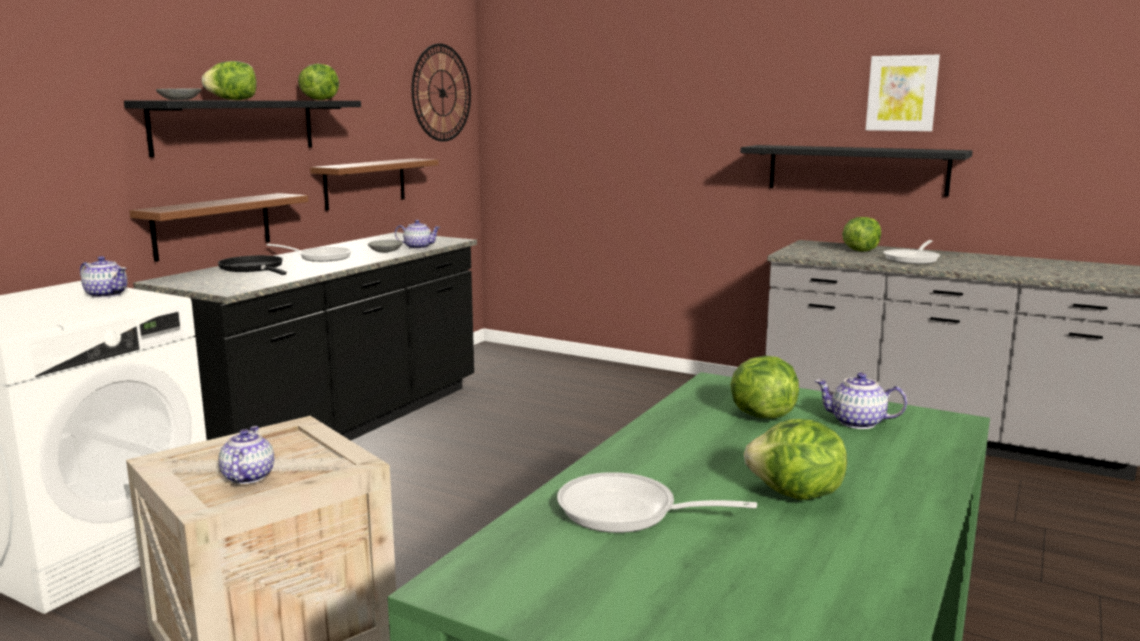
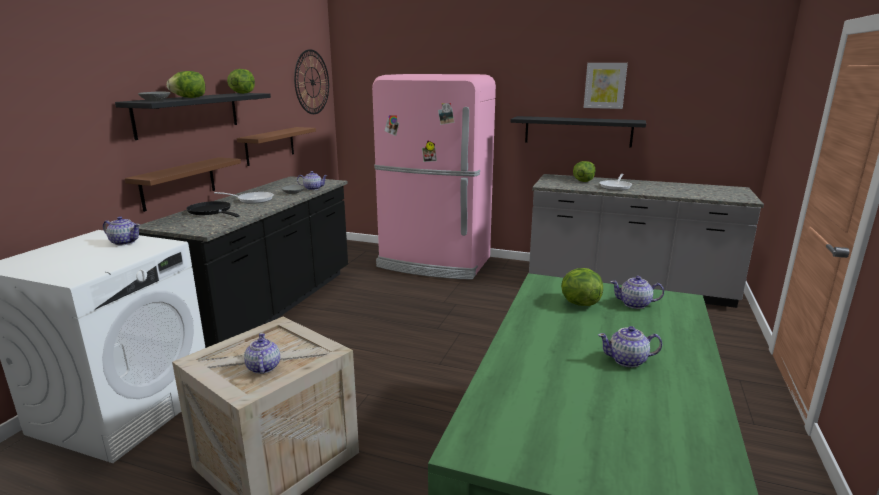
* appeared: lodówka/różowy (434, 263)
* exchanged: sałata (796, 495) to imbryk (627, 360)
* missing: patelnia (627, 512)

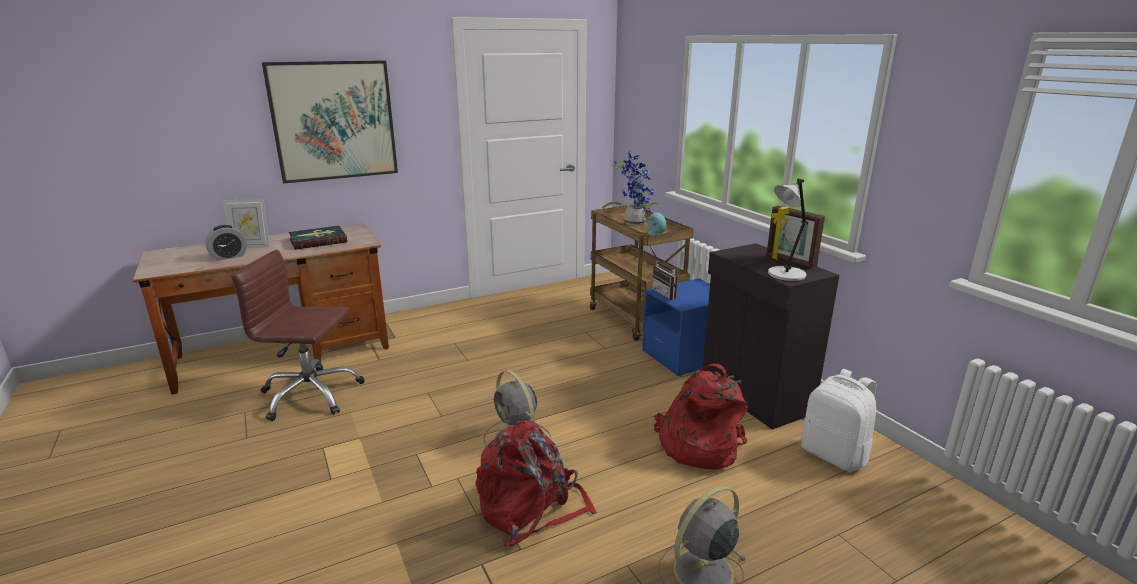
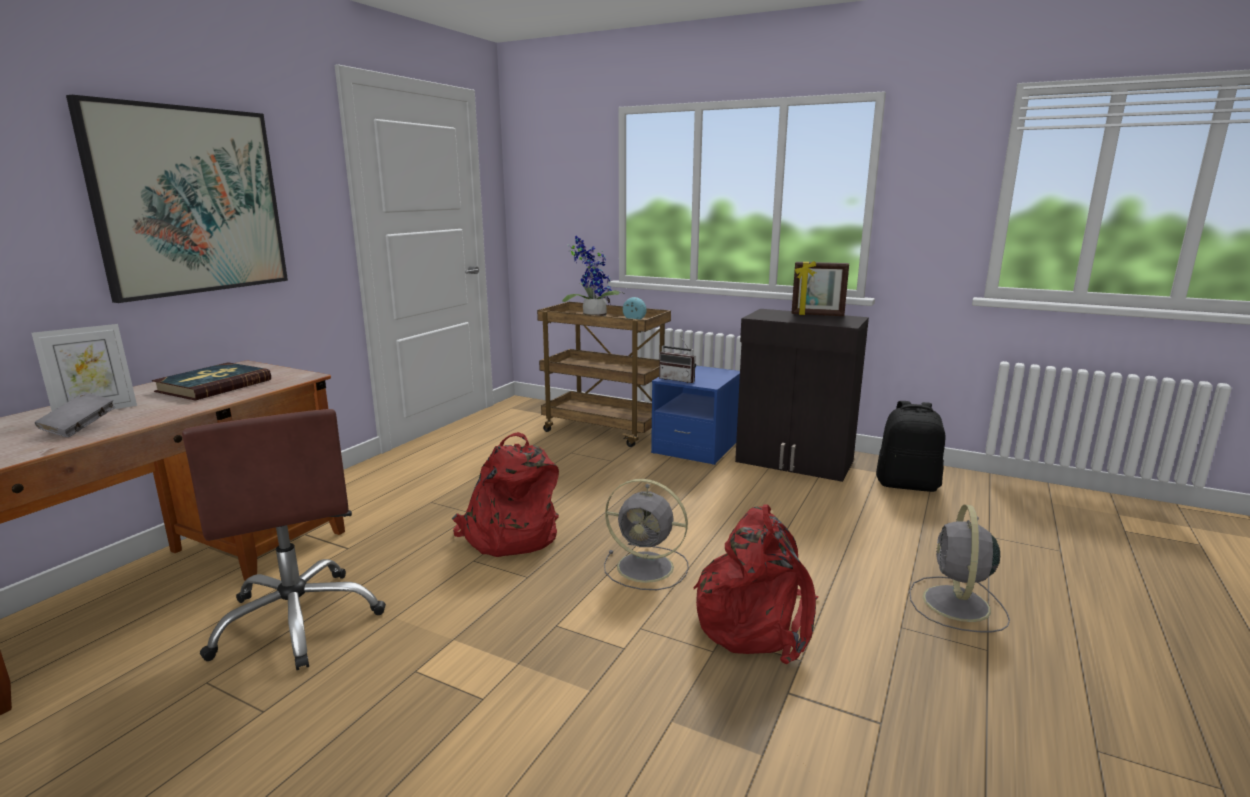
* exchanged: budzik (229, 257) to książka/szary (79, 428)
* spun: krzesło biurowe/brązowy (310, 395) = (298, 620) 90 degrees counterclockwise
* relocated: plecak/czerwony (697, 445) to (509, 536)
* colour: plecak/biały (834, 455) to plecak/czarny (907, 484)
* missing: lampa stołowa/szary (785, 275)

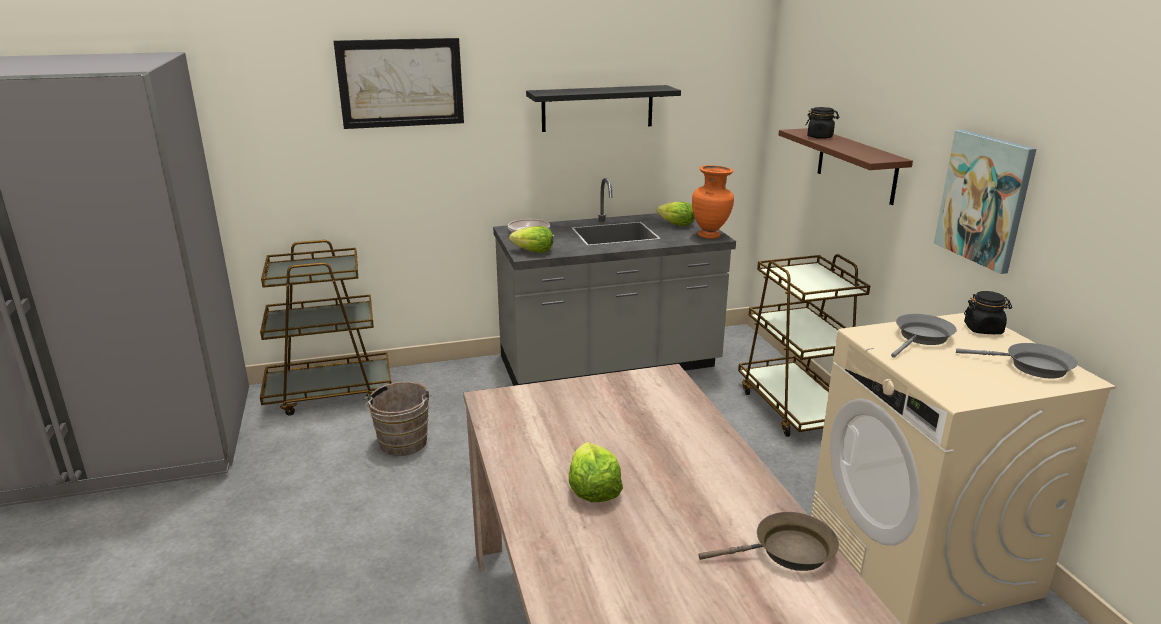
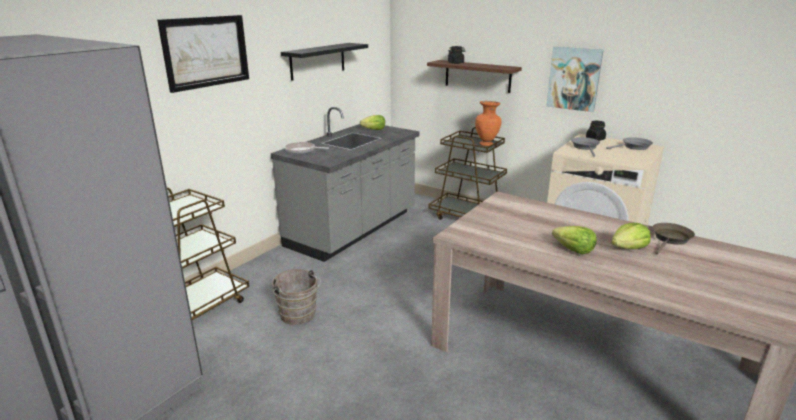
* relocated: wazon/pomarańczowy (710, 236) to (486, 144)
* relocated: sałata (533, 251) to (628, 248)

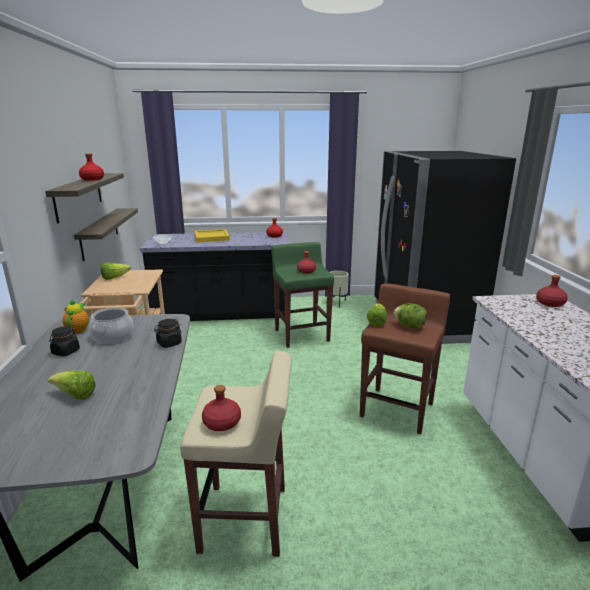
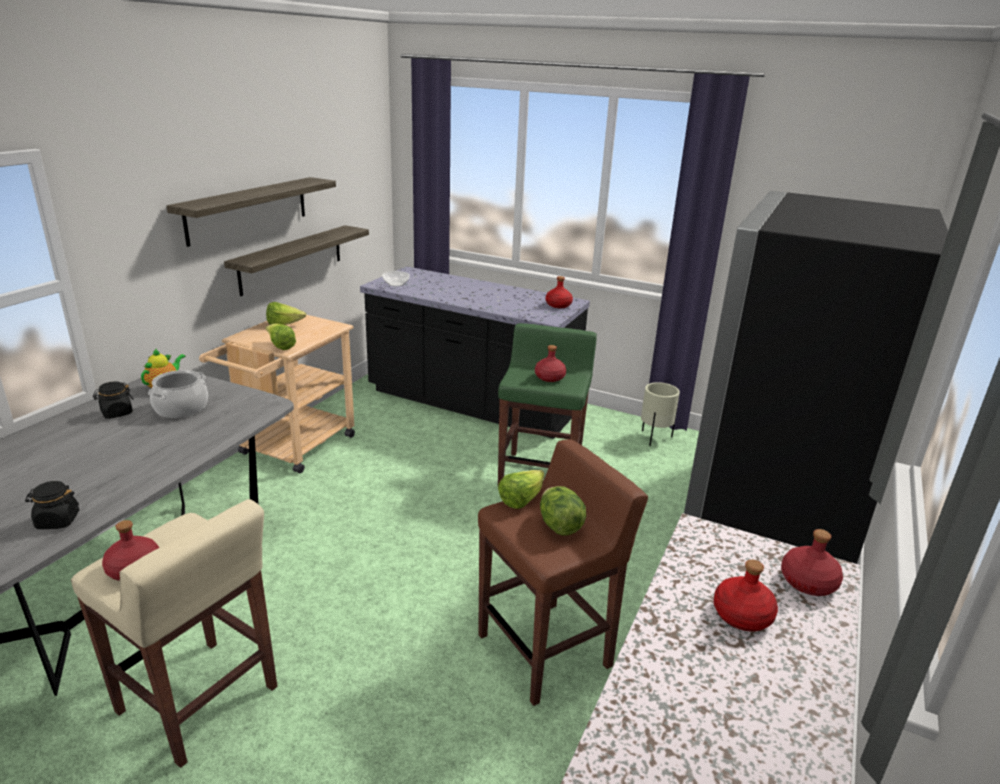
* relocated: słoik/czarny (169, 343) to (57, 521)
* relocated: sałata (75, 395) to (280, 346)
* relocated: butelka/czerwony (92, 179) to (741, 615)
* missing: taca/żółty (212, 237)

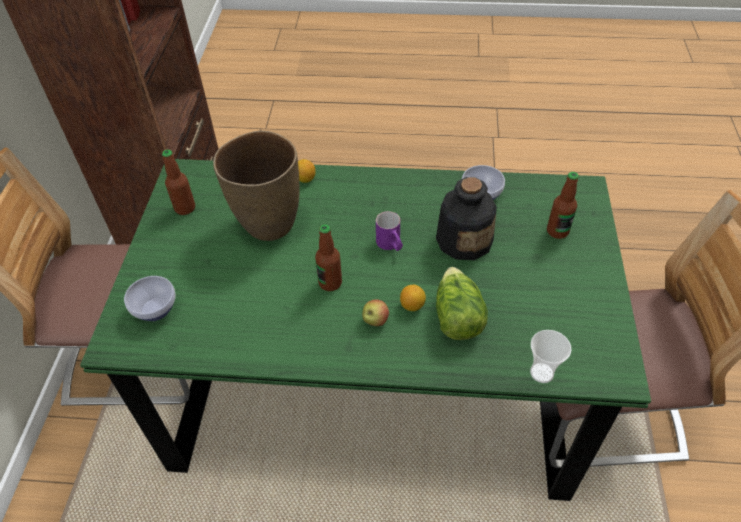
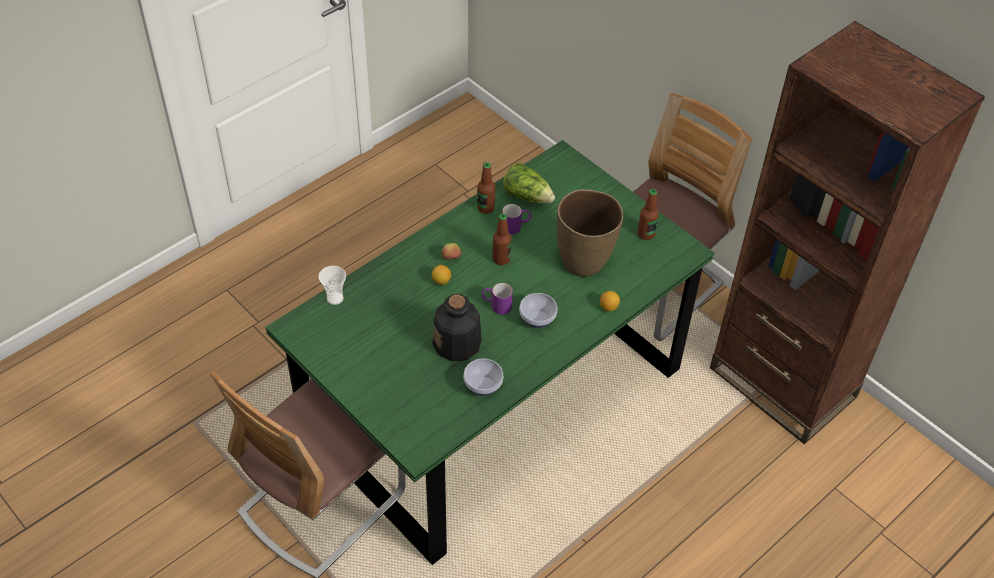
* relocated: butelka (557, 231) to (485, 208)
* appeared: kubek/fioletowy (516, 226)
* relocated: sałata (456, 316) to (527, 196)
* relocated: miska (156, 310) to (536, 319)

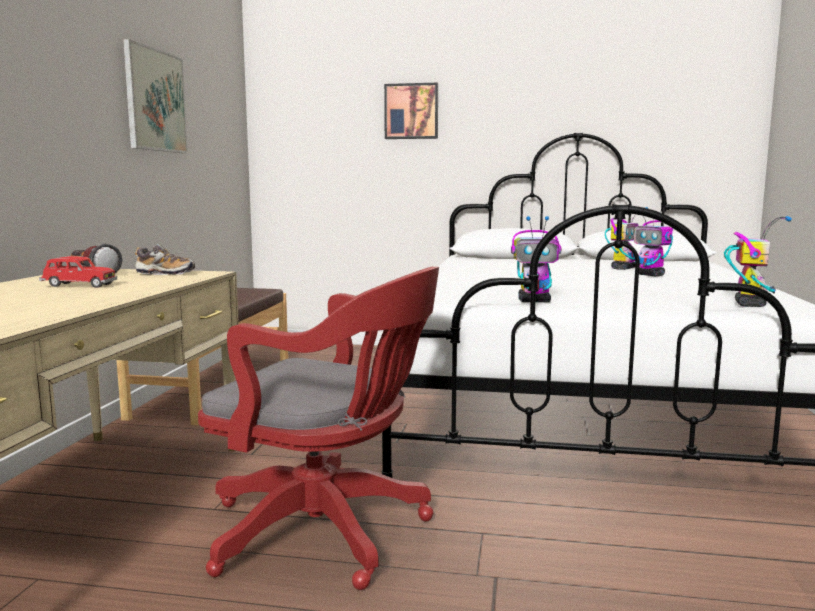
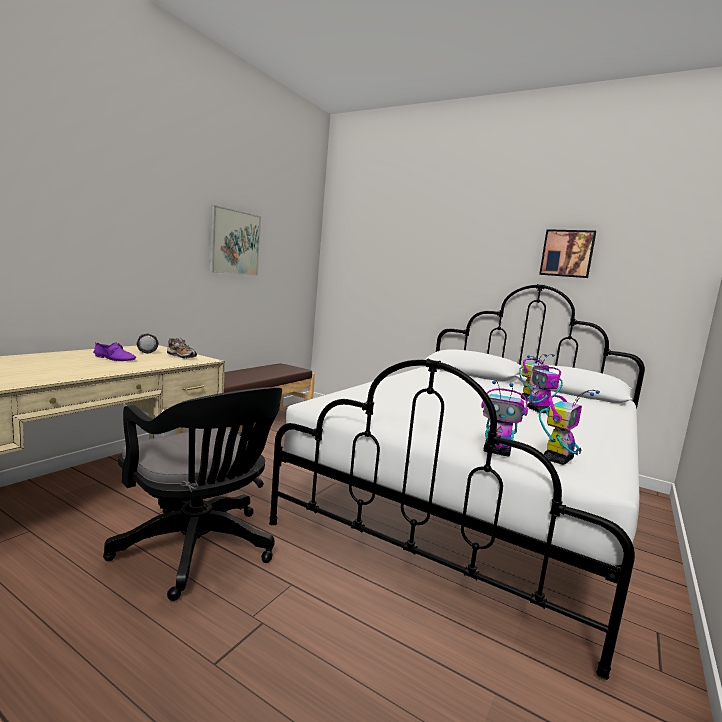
* exchanged: samochodzik/czerwony (79, 286) to but/fioletowy (115, 358)
* colour: krzesło biurowe/czerwony (328, 532) to krzesło biurowe/czarny (200, 551)
* relocated: robot zabawkowy (535, 301) to (497, 452)
* relocated: obraz (411, 111) to (567, 253)

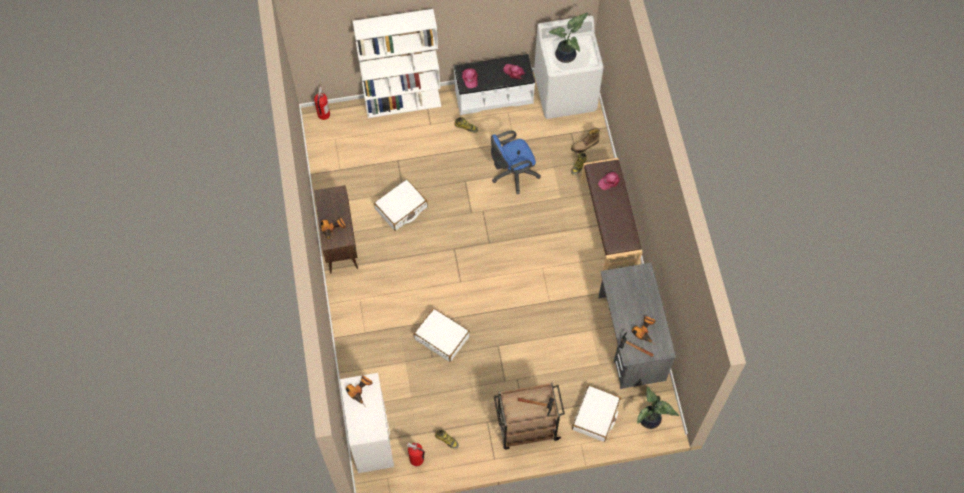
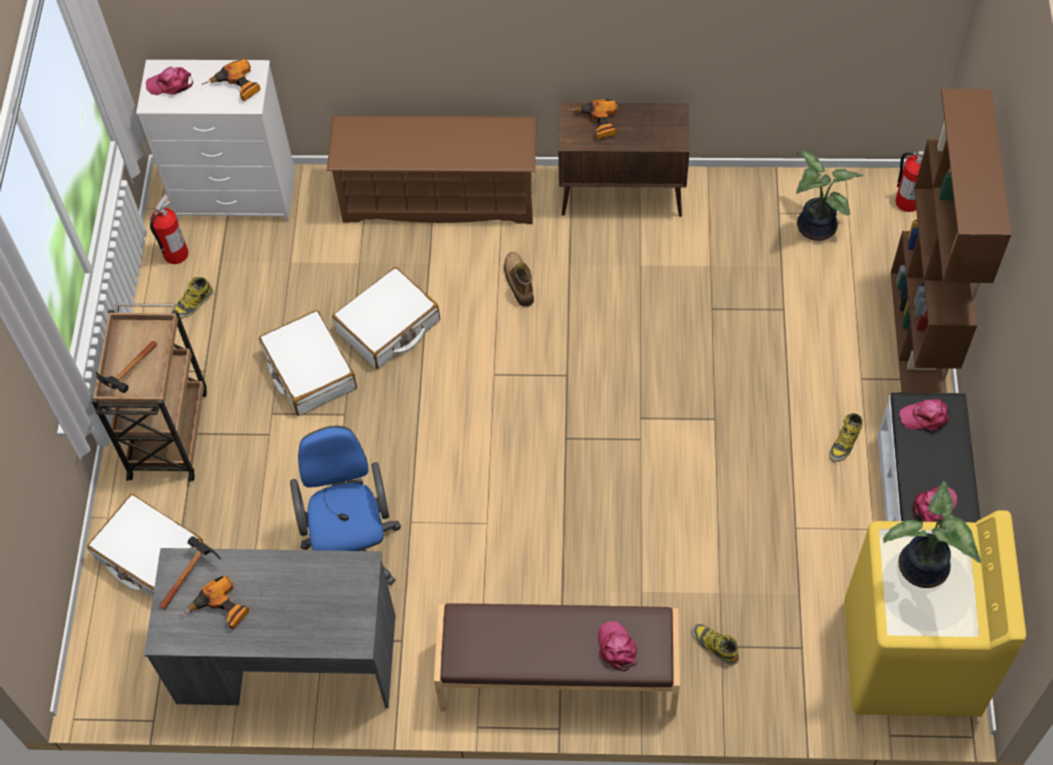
* appeared: czapka z daszkiem/różowy (170, 84)
* relocated: walizka/biały (401, 208) to (309, 371)
* relocated: krzesło biurowe/niebieski (512, 174) to (353, 545)
* appeared: regał na buty/brązowy (439, 198)
* relocated: but z cholewką (585, 145) to (518, 282)
* relocated: roślina doniczkowa (650, 420) to (813, 227)
* colour: pralka/biały (565, 93) to pralka/żółty (910, 659)
* colour: regał/biały (403, 103) to regał/brązowy (919, 338)

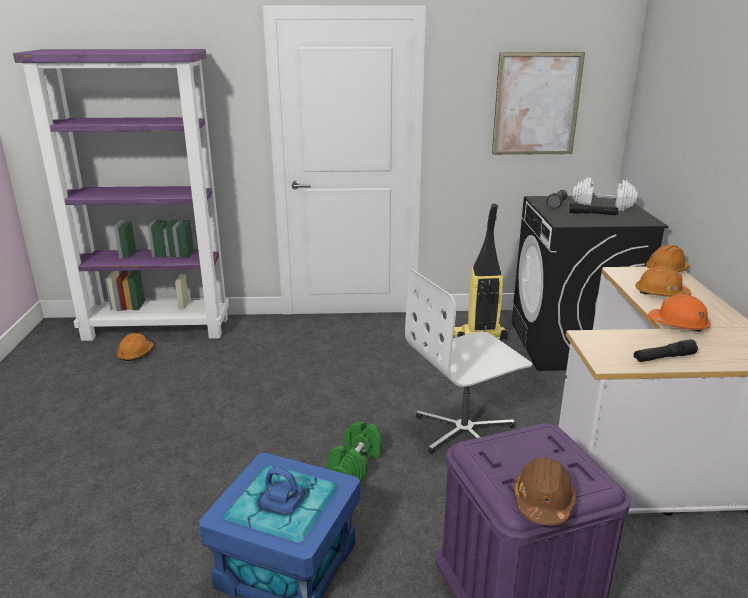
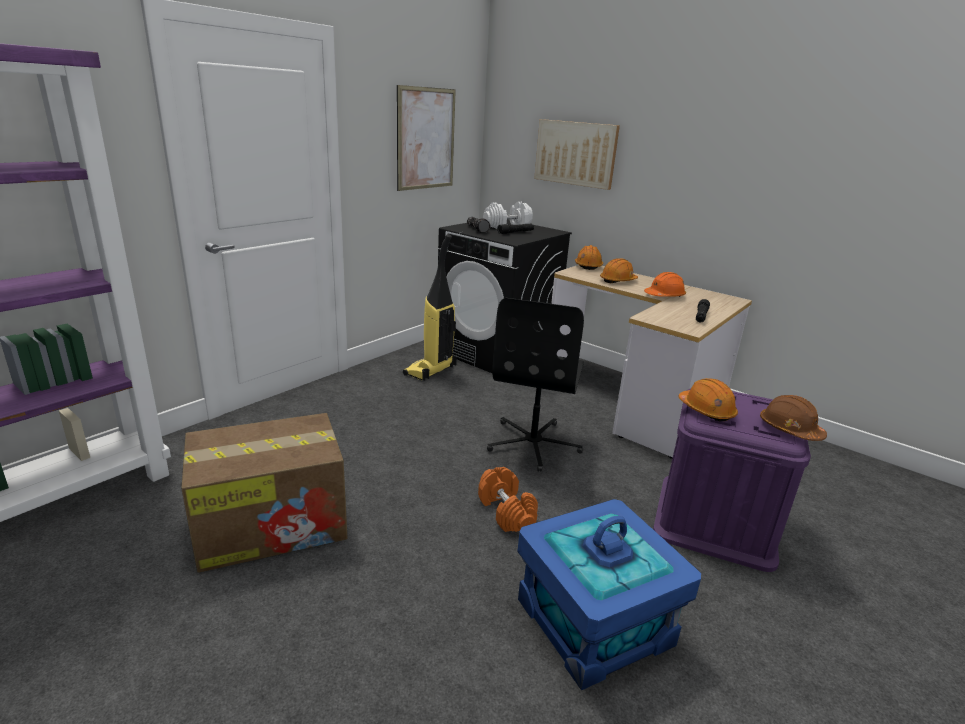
* appeared: karton (274, 524)
* colour: hantel/zielony (356, 464) to hantel/pomarańczowy (506, 512)
* colour: krzesło biurowe/biały (464, 431) to krzesło biurowe/czarny (533, 443)
* appeared: obraz (575, 153)
* relocated: kask/pomarańczowy (135, 354) to (706, 410)

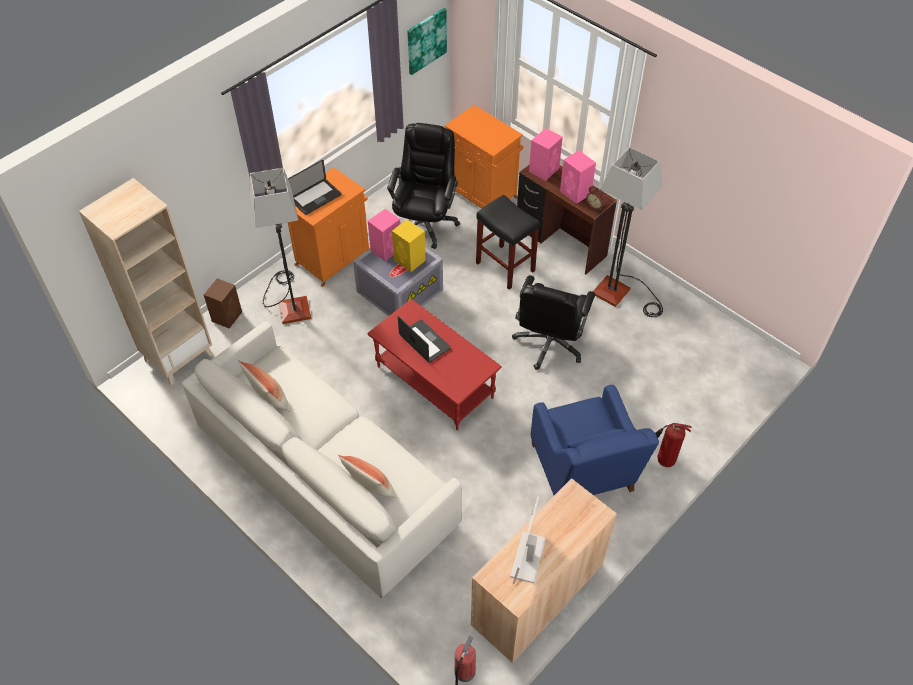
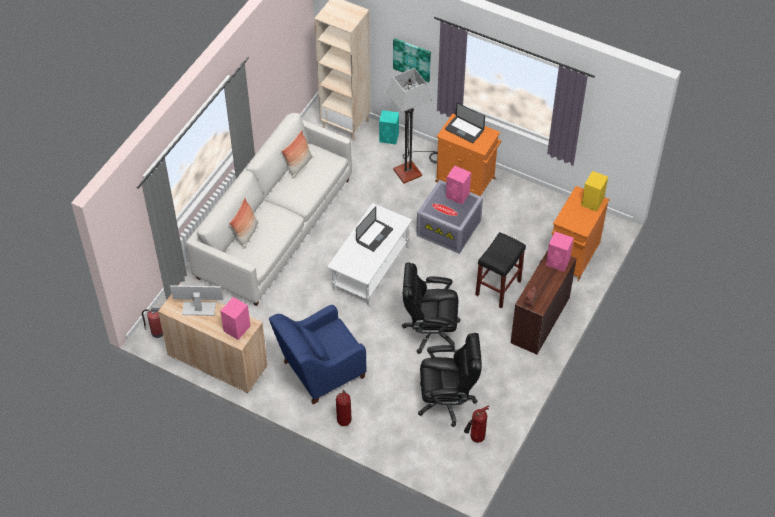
* relocated: głośnik/różowy (576, 193) to (236, 329)
* colour: ława/czerwony (433, 382) to ława/biały (370, 267)
* colour: głośnik/brązowy (227, 316) to głośnik/turkusowy (389, 137)
* relocated: obraz (426, 40) to (412, 59)
* relocated: krzesło biurowe/czarny (425, 223) to (447, 400)
* appeared: gaśnica (476, 439)
* relocated: głośnik/żółty (410, 260) to (592, 202)
* missing: lampa stojąca (621, 294)

